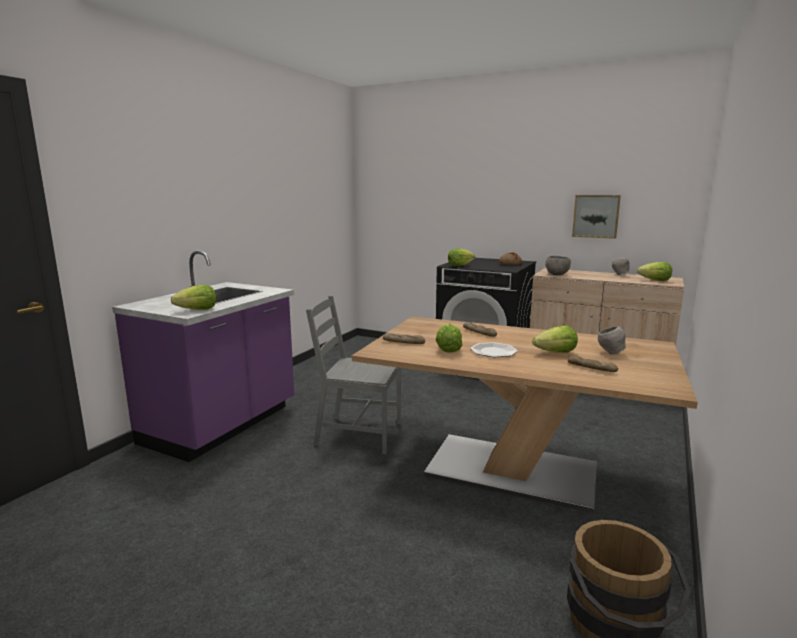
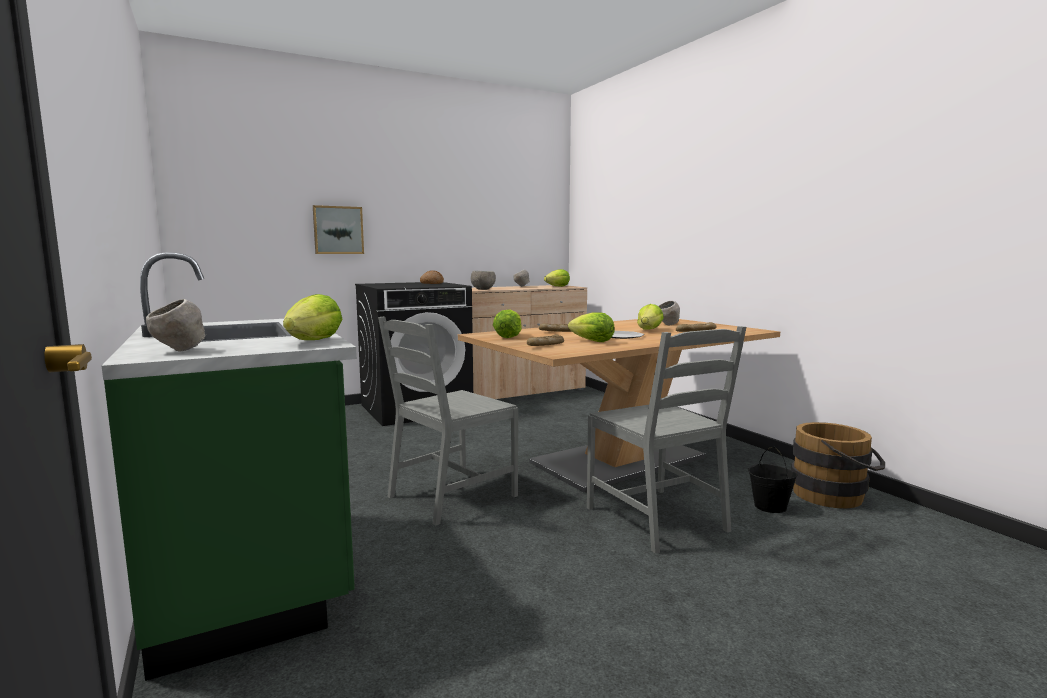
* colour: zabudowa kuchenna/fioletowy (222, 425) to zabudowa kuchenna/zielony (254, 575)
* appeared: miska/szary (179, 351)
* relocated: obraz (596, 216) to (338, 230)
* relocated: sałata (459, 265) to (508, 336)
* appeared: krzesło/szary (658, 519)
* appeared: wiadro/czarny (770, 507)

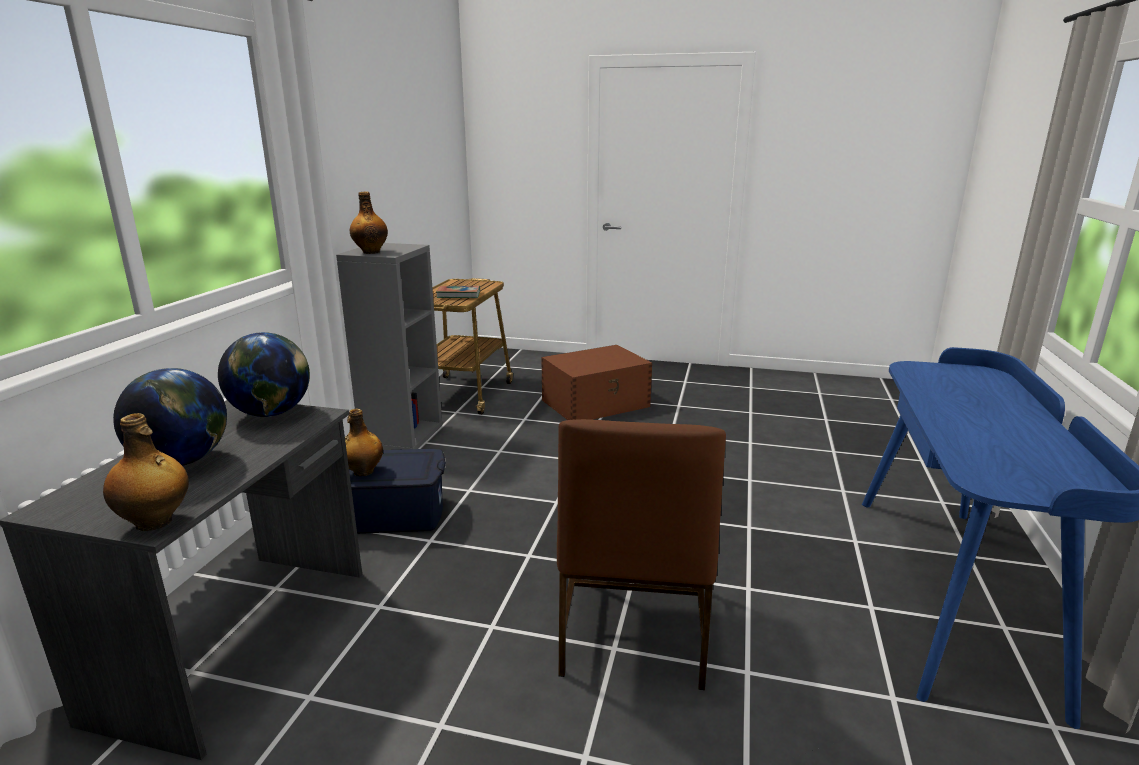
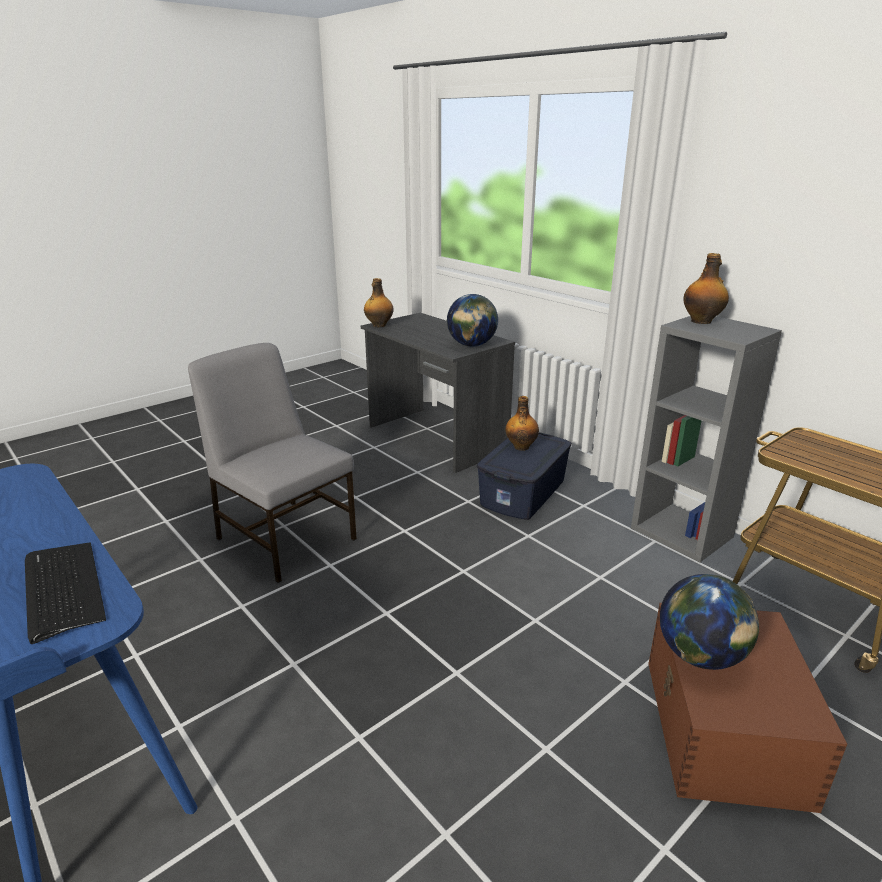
* appeared: klawiatura (62, 589)
* colour: krzesło/brązowy (631, 630) to krzesło/szary (285, 537)
* relocated: globus (182, 462) to (700, 656)
* missing: książka (458, 295)

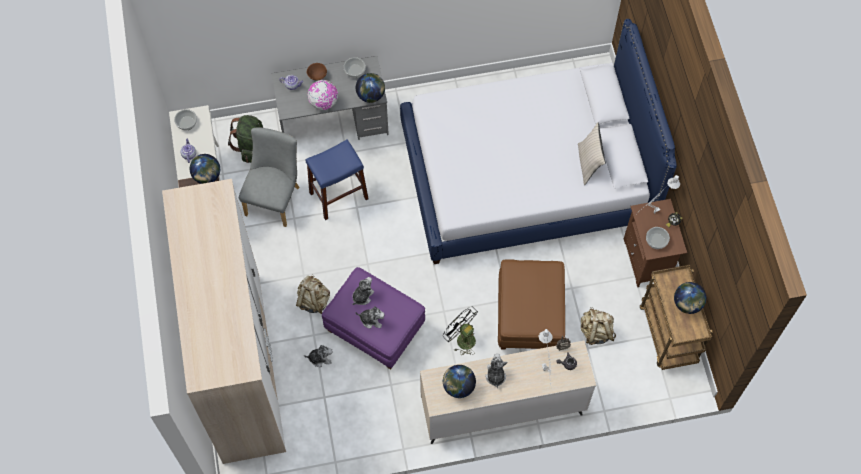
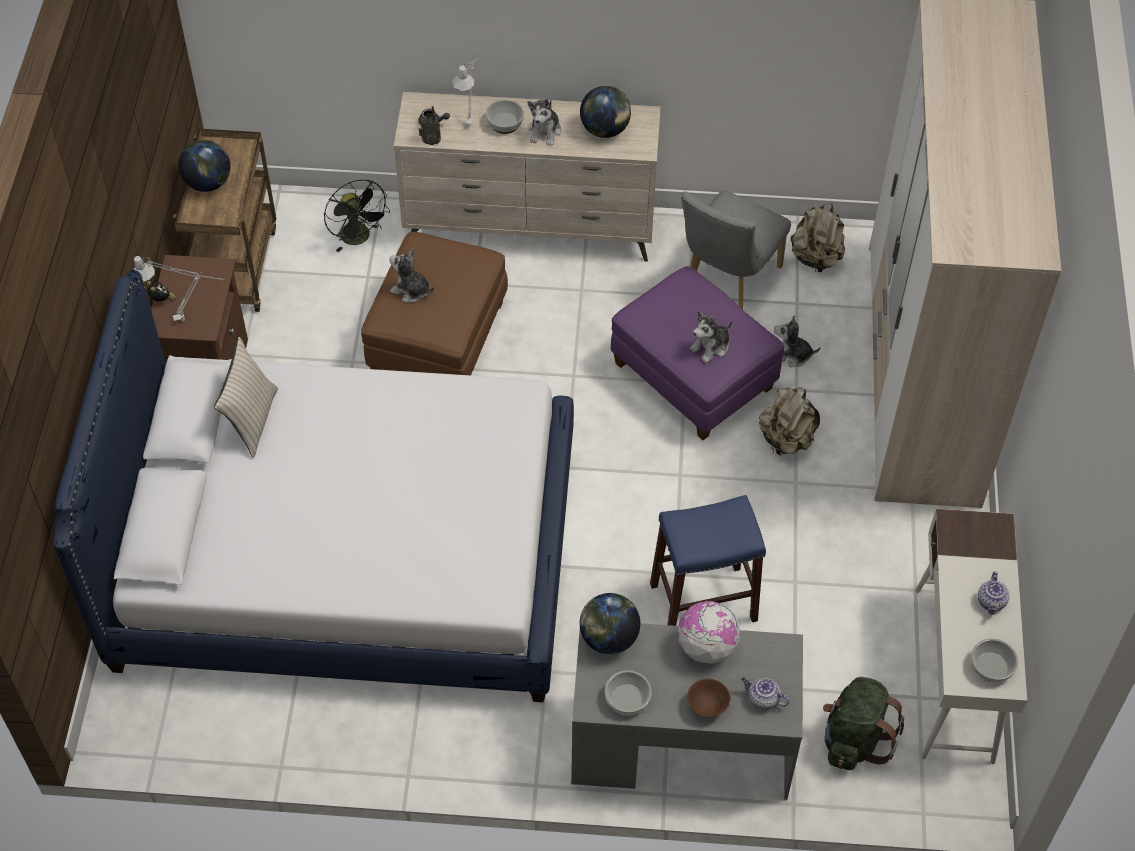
* relocated: wentylator/czarny (462, 338) to (359, 238)
* relocated: pluszak (372, 319) to (411, 290)
* relocated: miska (656, 241) to (504, 123)
* relocated: krzesło/szary (275, 197) to (727, 282)
* relocated: plecak/beżowy (596, 332) to (816, 258)
* missing: globus (207, 176)

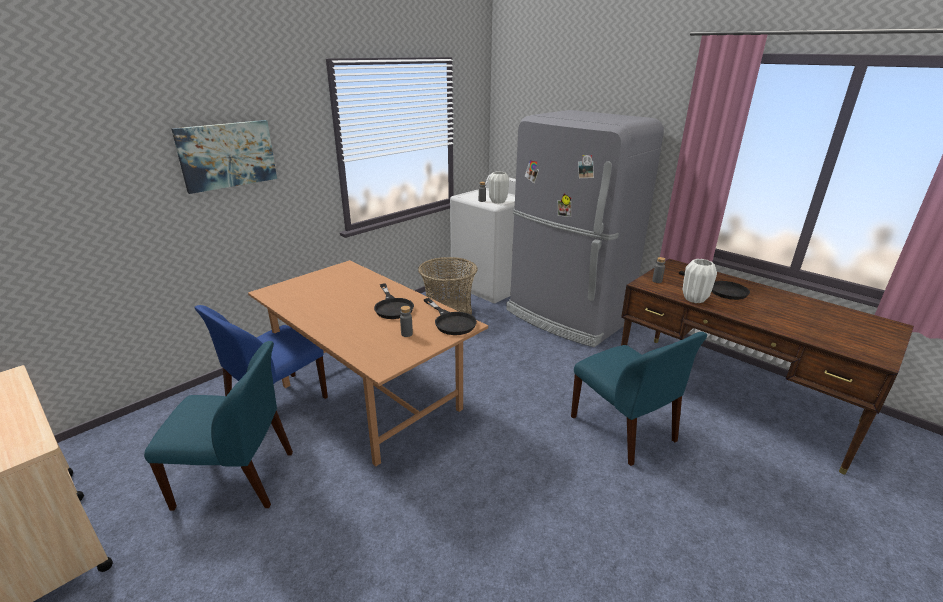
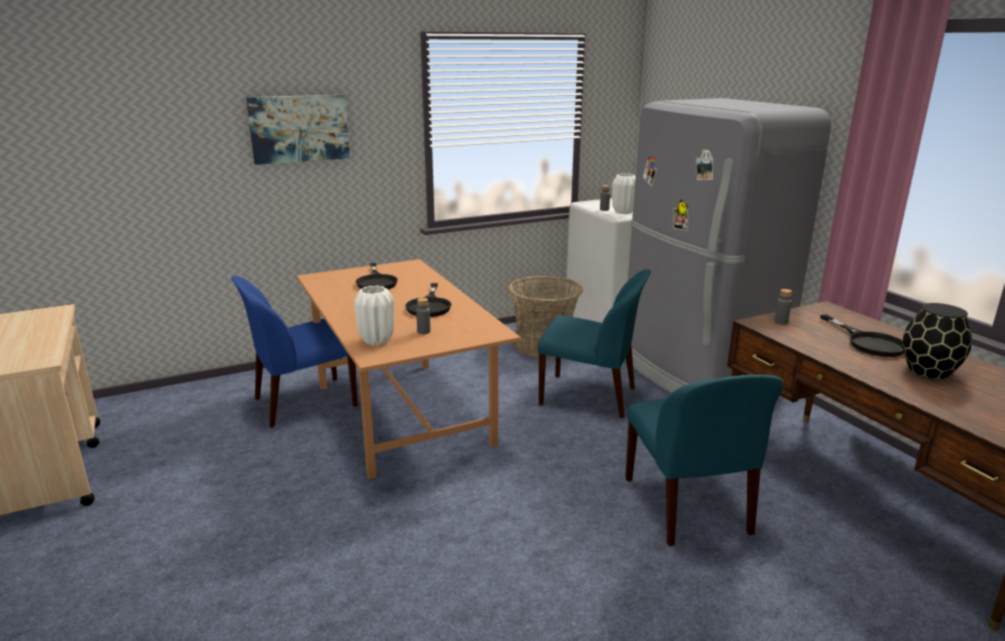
* relocated: wazon/biały (694, 299) to (377, 341)
* relocated: patelnia/czarny (451, 321) to (376, 282)
* relocated: krzesło/niebieski (238, 479) to (590, 396)
* appeared: wazon/czarny (927, 370)

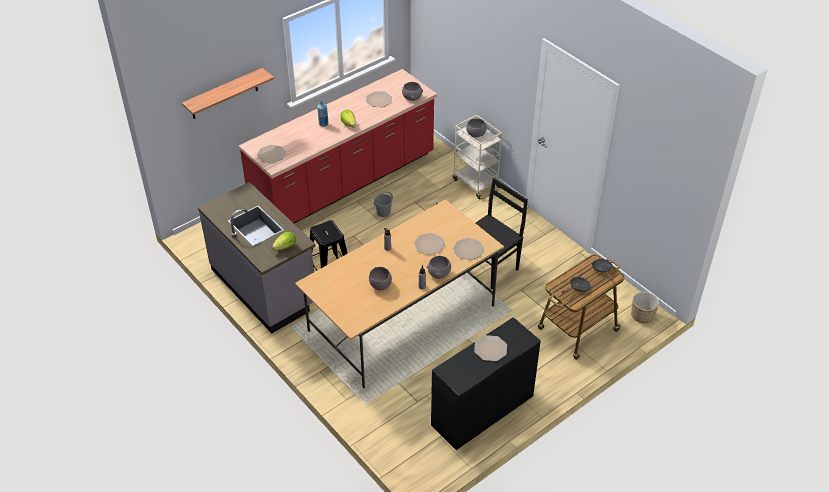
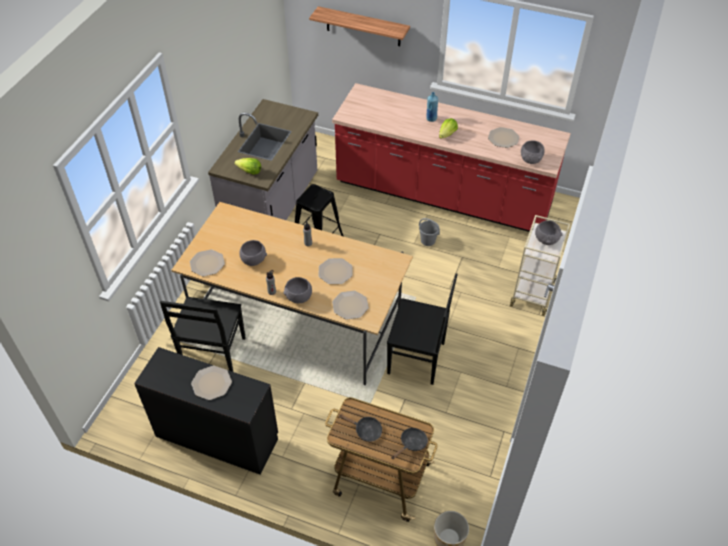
* appeared: krzesło/czarny (213, 354)
* relocated: talerz (271, 154) to (207, 263)

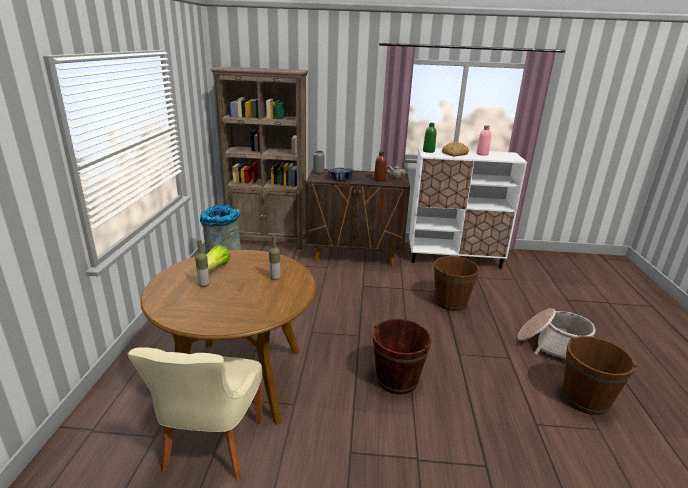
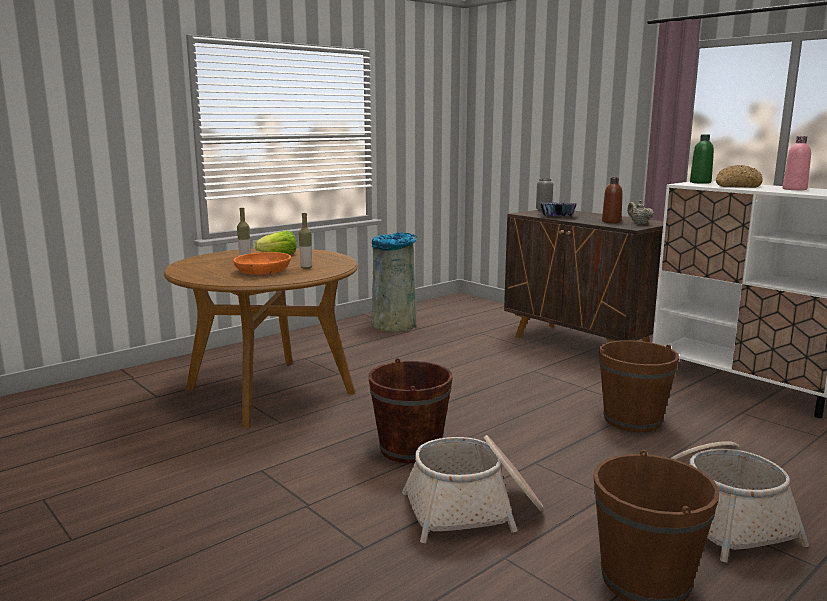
* appeared: miska/pomarańczowy (262, 271)
* appeared: koszyk (473, 510)
* missing: krzesło/beżowy (211, 447)
* missing: regał/brązowy (268, 241)

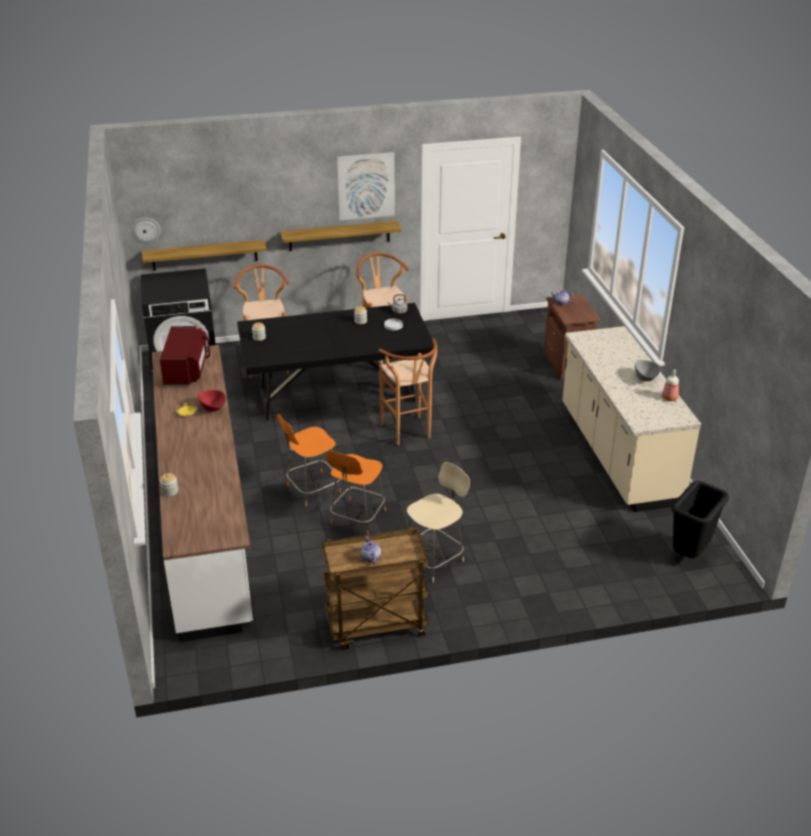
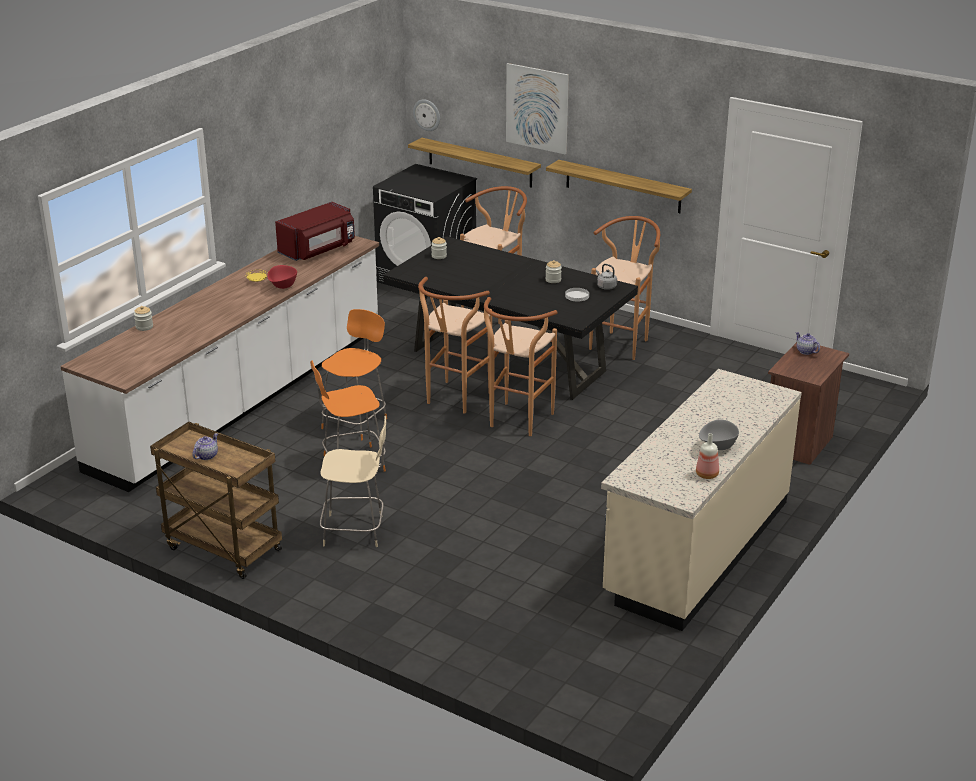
* spun: krzesło/pomarańczowy (311, 489) = (356, 422) 105 degrees clockwise
* appeared: stołek/brązowy (454, 400)
* relocated: obraz (366, 186) to (537, 108)
* missing: kosz na śmieci/czarny (689, 554)

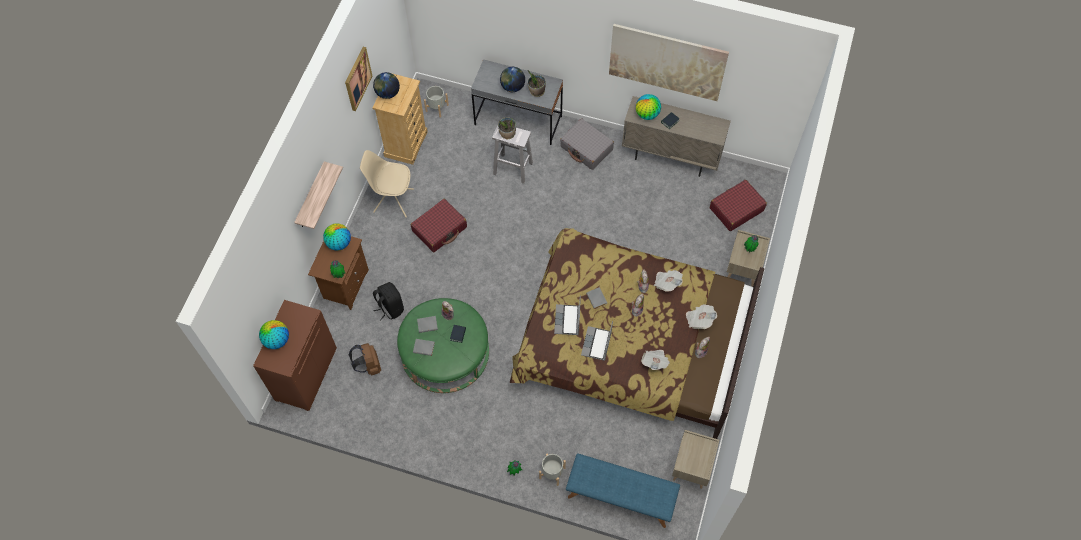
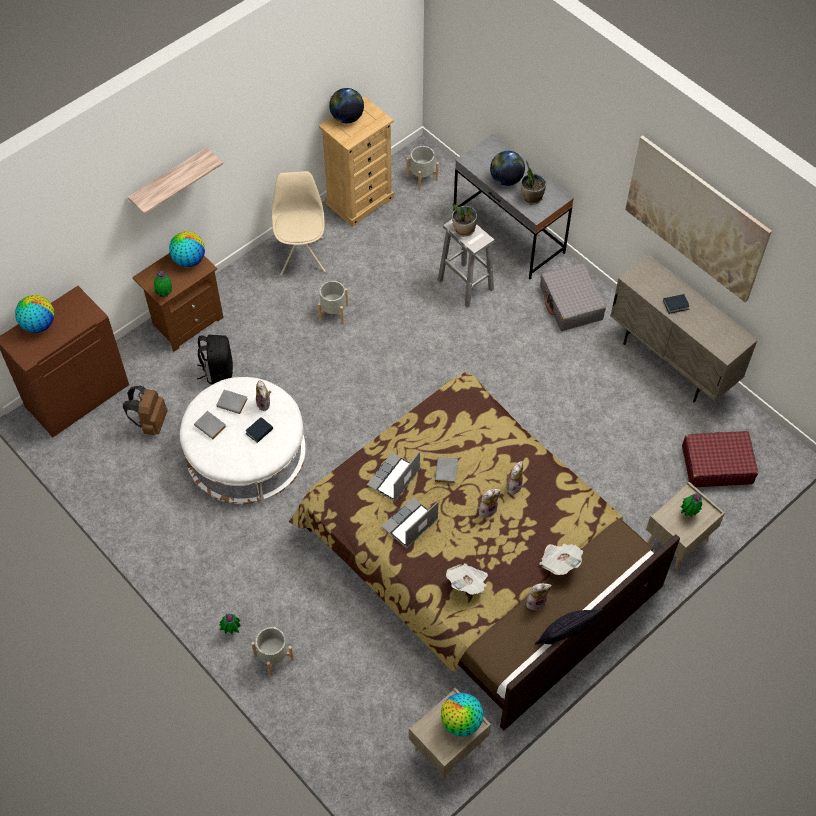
* colour: pufa/zielony (445, 351) to pufa/biały (245, 451)
* spun: krzesło/beżowy (392, 200) = (302, 255) 45 degrees clockwise
* exchanged: walizka/czerwony (440, 229) to donica/szary (333, 312)
* relocated: globus (647, 114) to (461, 722)
* appeared: poduszka (565, 637)
* missing: obraz (357, 78)
* missing: ławka/niebieski (620, 497)
* missing: gazeta (667, 283)

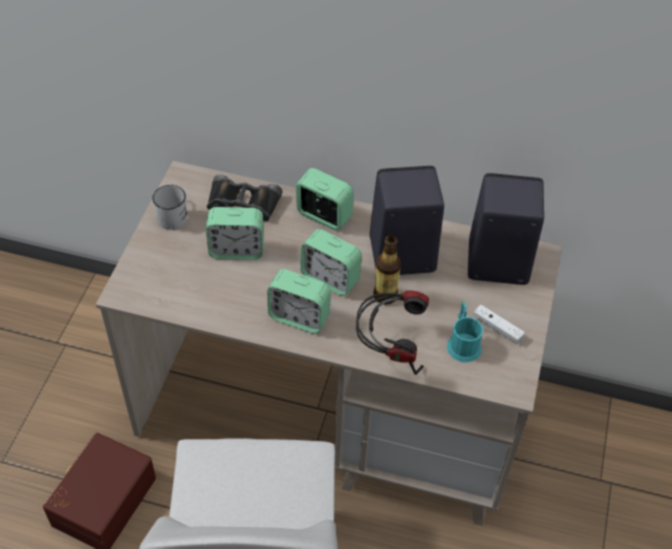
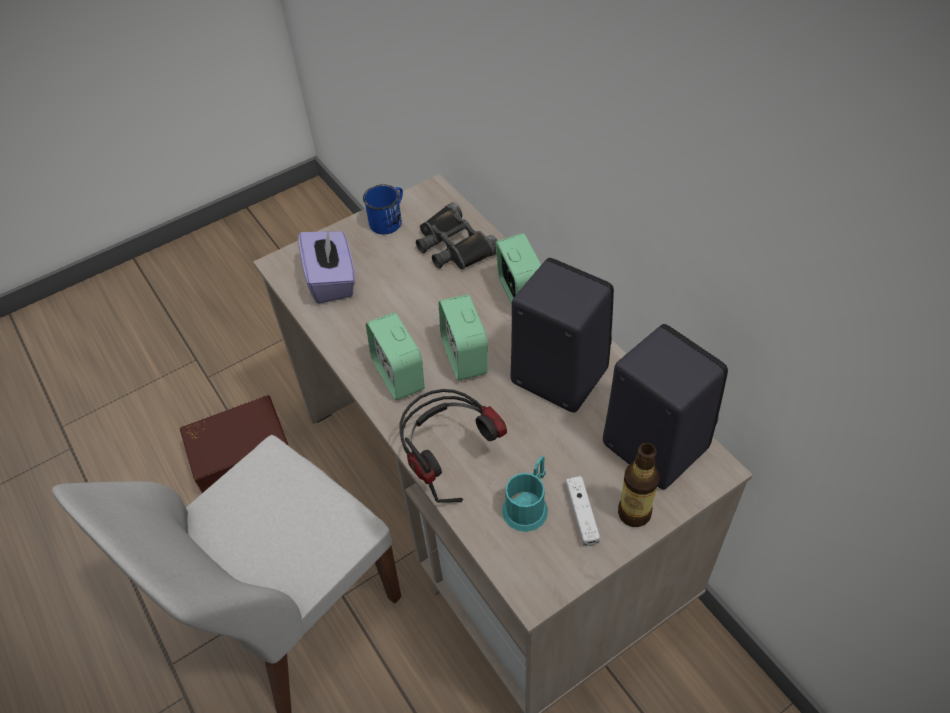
* appeared: pudełko chusteczek/fioletowy (332, 280)
* colour: kubek/biały (172, 214) to kubek/niebieski (389, 220)
* relocated: butelka (385, 295) to (634, 513)
* missing: budzik (236, 249)

